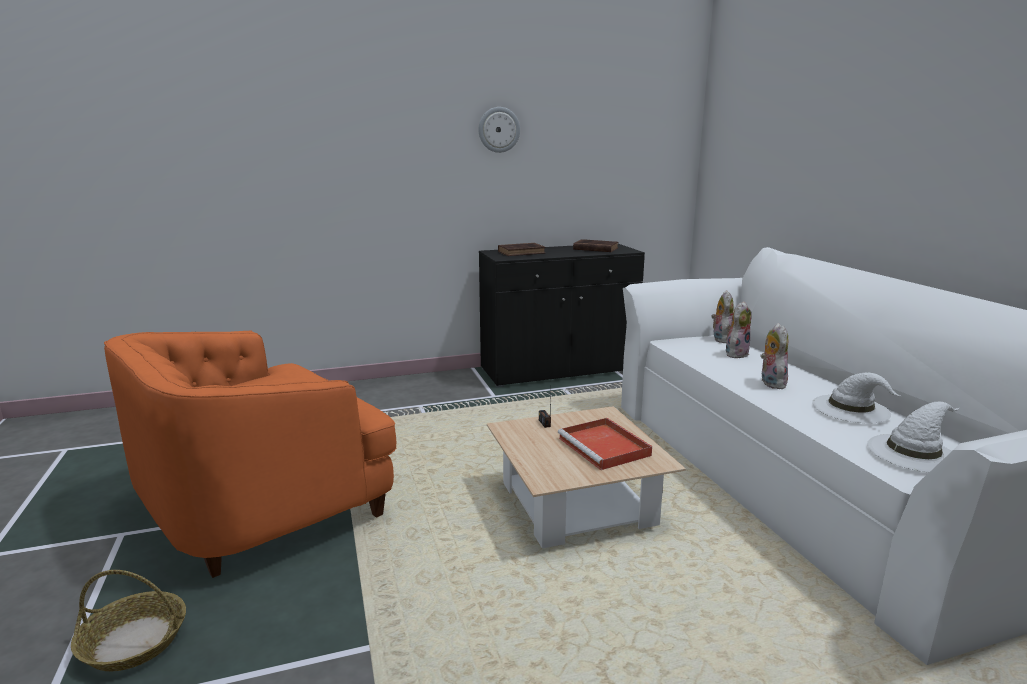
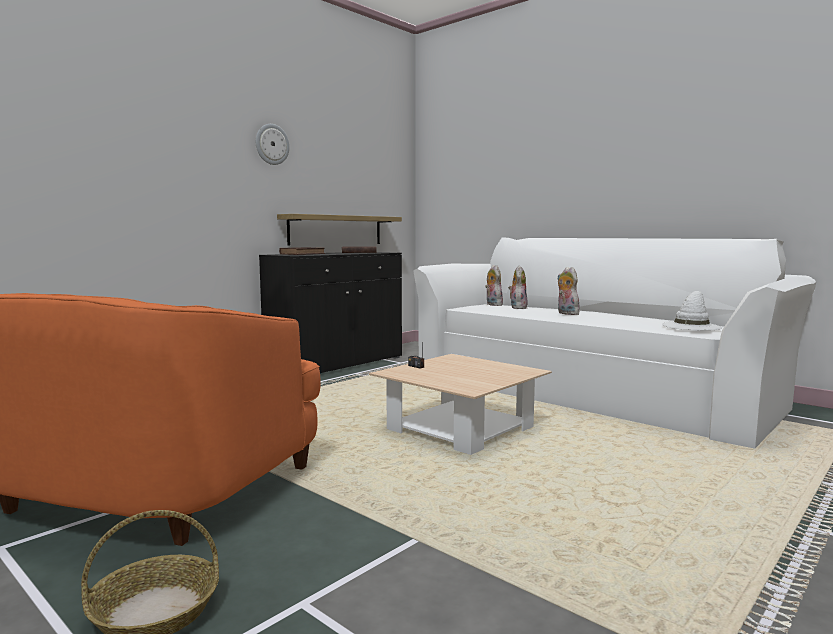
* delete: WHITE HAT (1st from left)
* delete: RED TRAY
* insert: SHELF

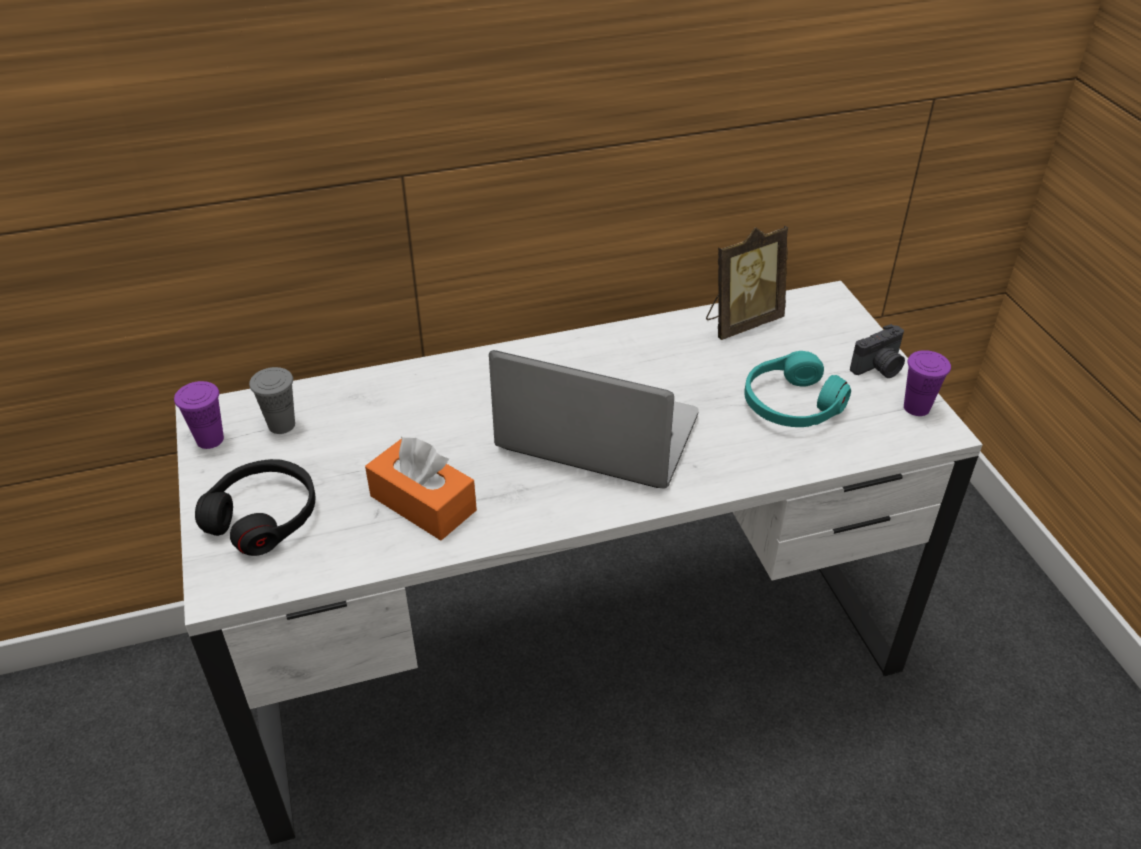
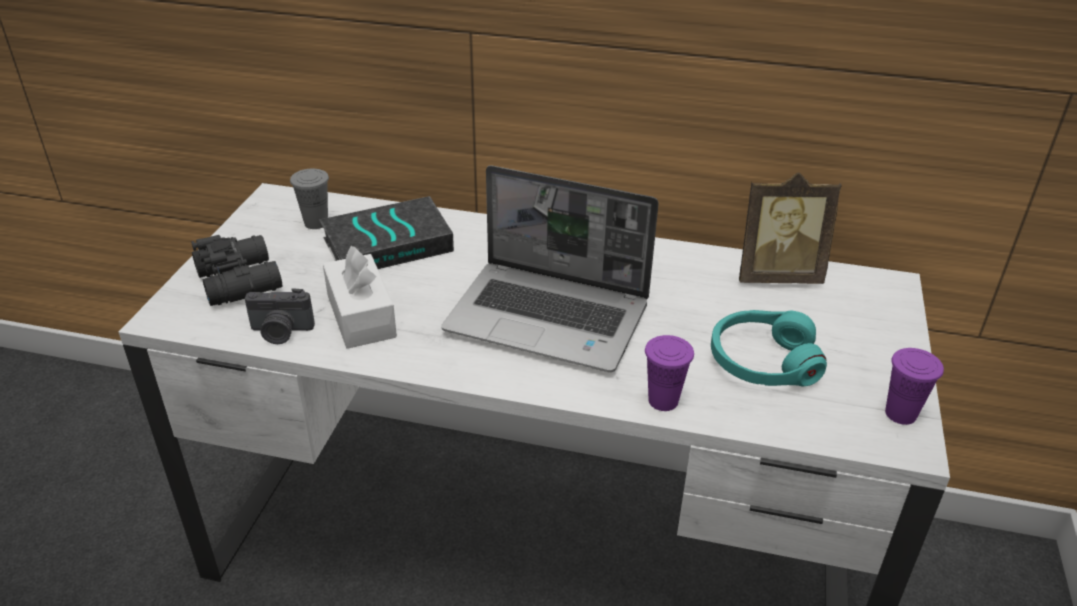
* move: PHOTO CAMERA
* rotate: LAPTOP 150 degrees clockwise
* move: PURPLE CUP (1st from left)
* recolor: ORANGE TISSUE BOX to WHITE TISSUE BOX
* replace: BLACK HEADPHONES to BLACK BINOCULARS
* insert: BOOK

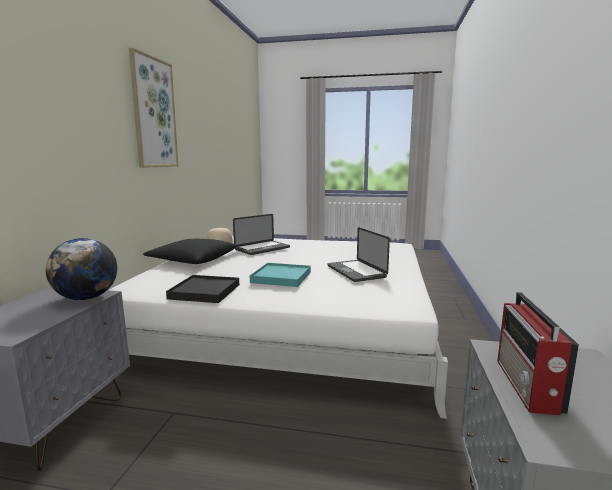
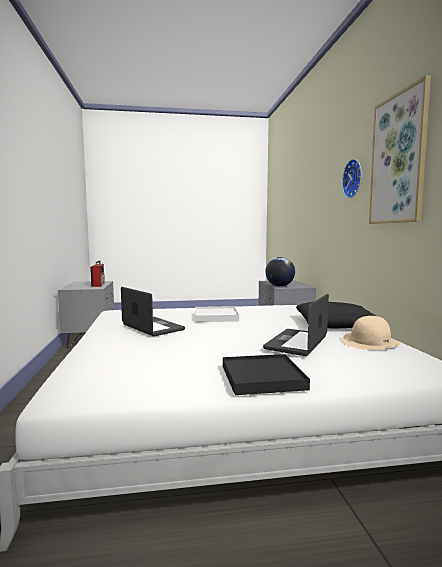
* recolor: TURQUOISE TRAY to WHITE TRAY
* move: BLACK TRAY
* insert: WALL CLOCK

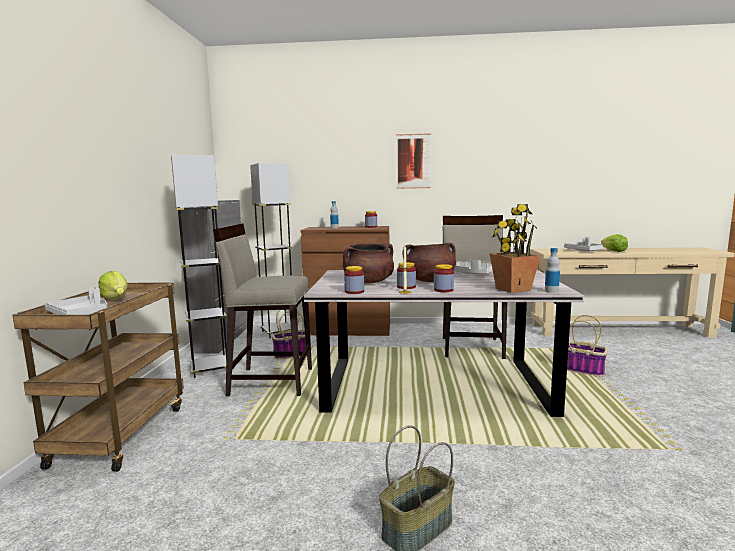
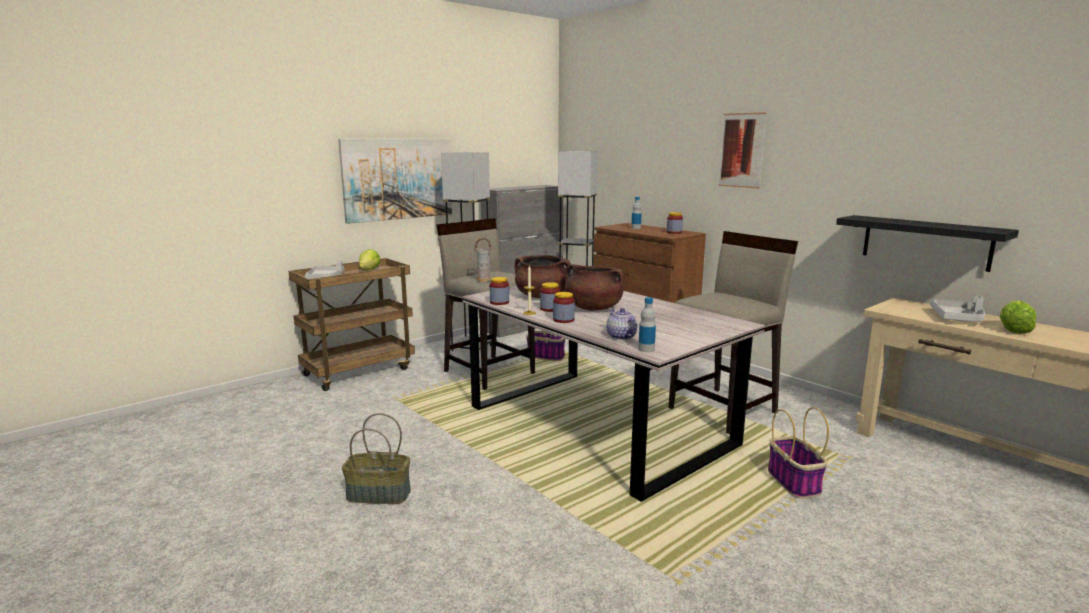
* replace: POTTED PLANT to TEAPOT
* delete: GREY TRAY (2nd from left)
* insert: PICTURE (1st from left)
* insert: BLACK SHELF
* insert: VASE

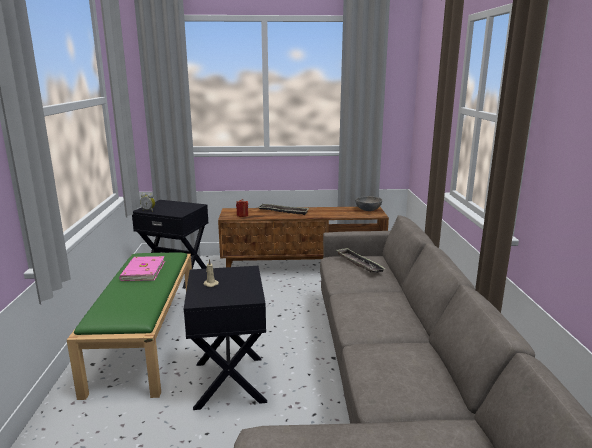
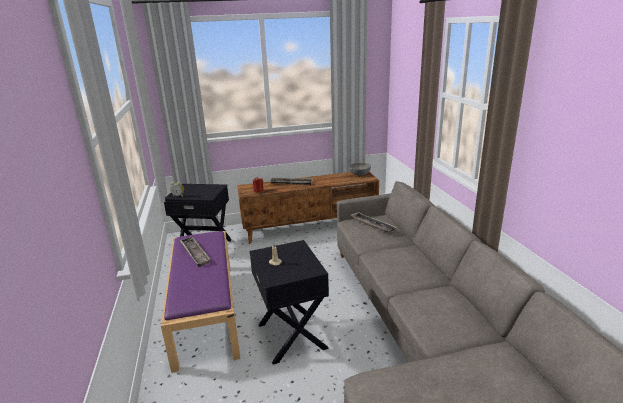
* recolor: GREEN BENCH to PURPLE BENCH
* replace: PINK BOOK to TRAY (1st from left)

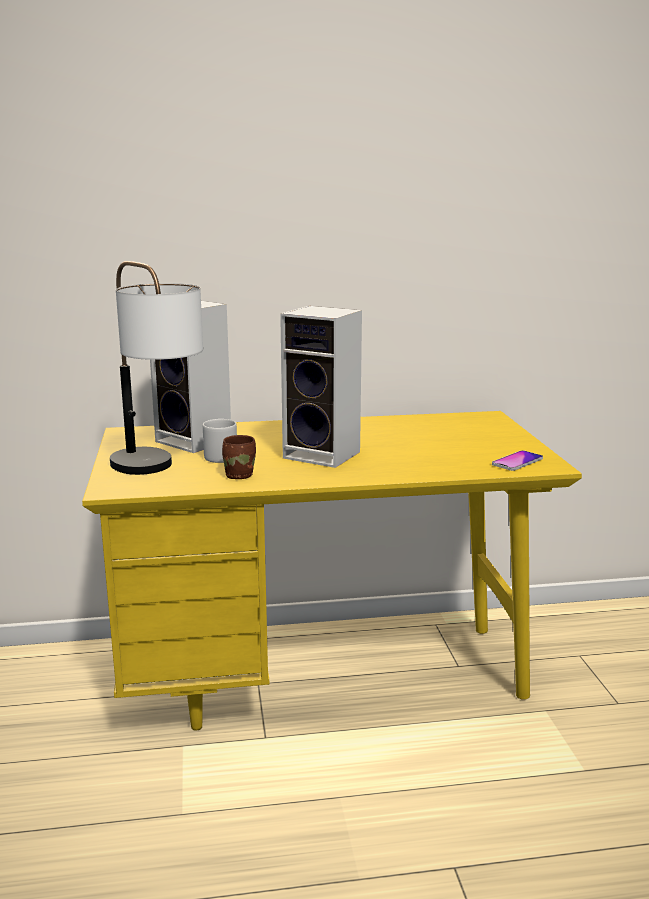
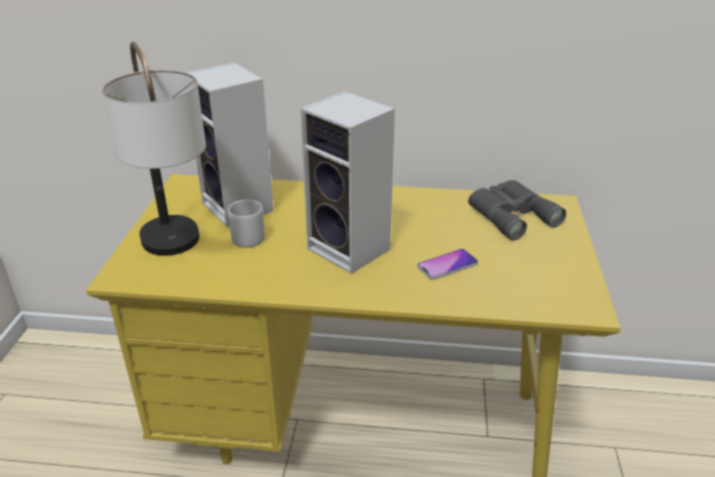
* delete: BROWN MUG
* move: PHONE
* insert: GREY BINOCULARS

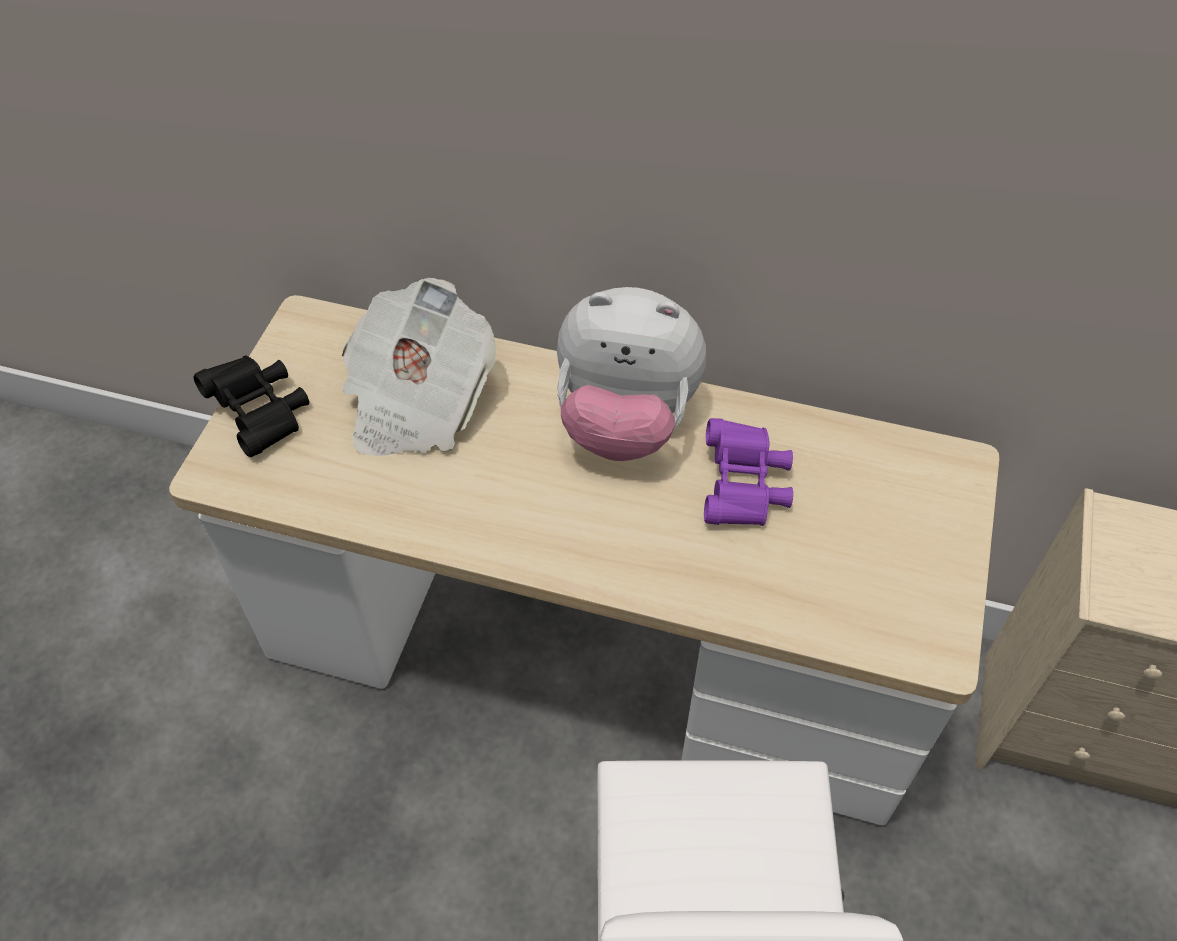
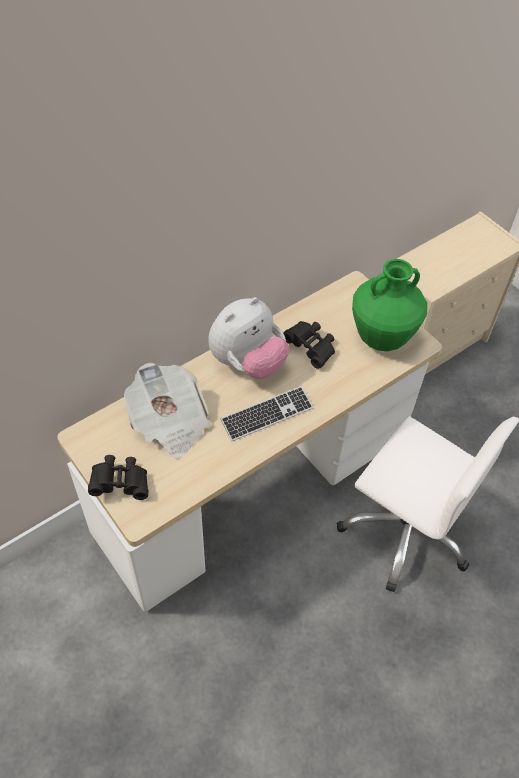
* recolor: PURPLE BINOCULARS to BLACK BINOCULARS (2nd from left)
* insert: GREEN VASE
* insert: KEYBOARD

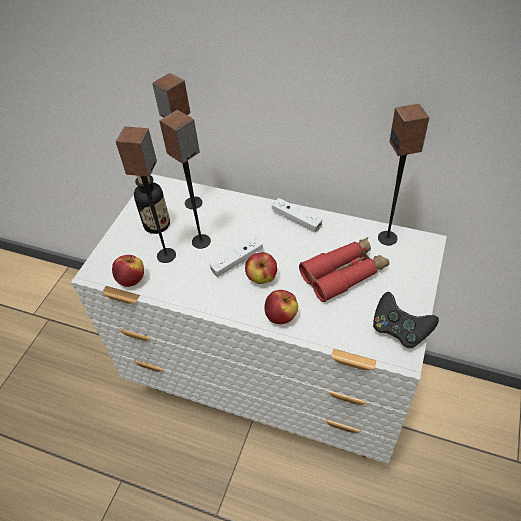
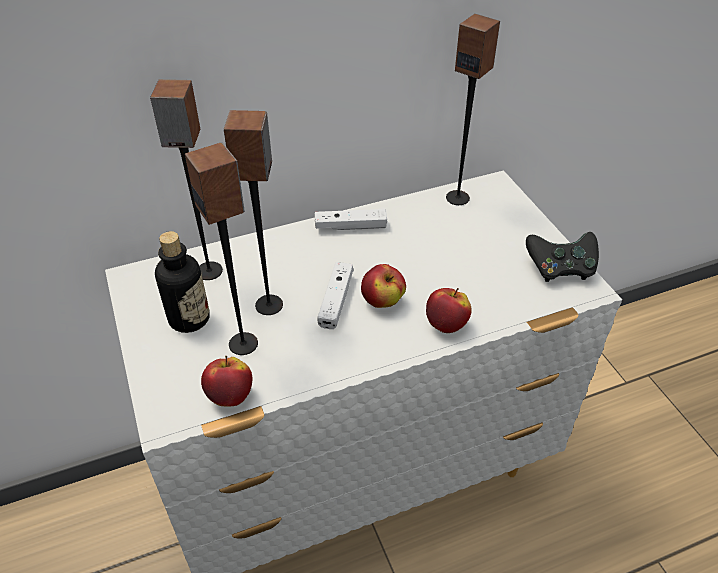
* delete: RED BINOCULARS

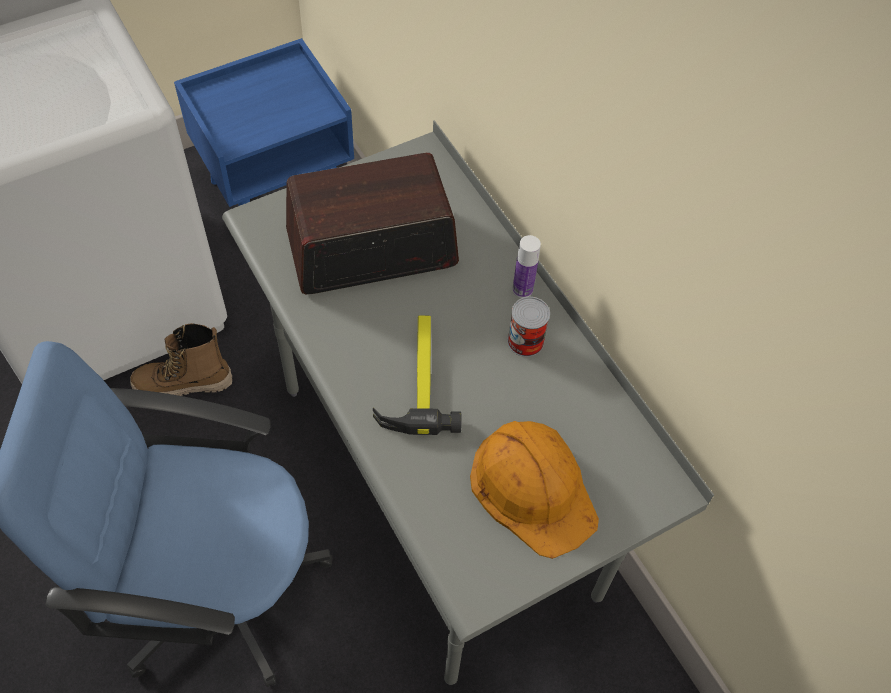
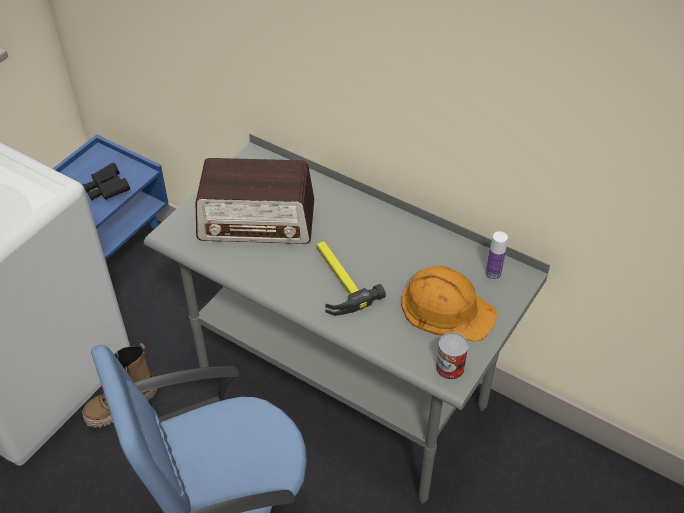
* rotate: RADIO 135 degrees counterclockwise
* move: BOTTLE
* move: CAN
* insert: BLACK BINOCULARS

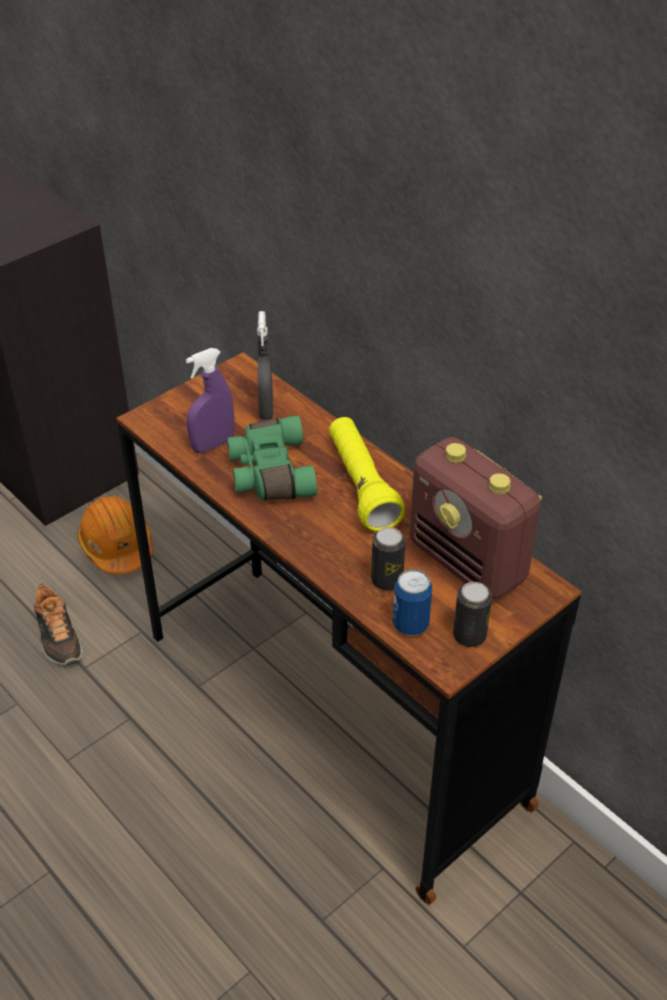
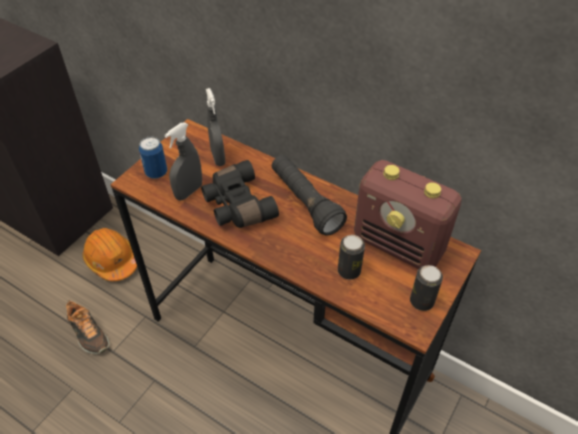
* recolor: PURPLE SPRAY BOTTLE to GREY SPRAY BOTTLE (1st from left)
* recolor: GREEN BINOCULARS to BLACK BINOCULARS
* recolor: YELLOW FLASHLIGHT to BLACK FLASHLIGHT
* move: CAN (2nd from left in the first image) to CAN (1st from left)

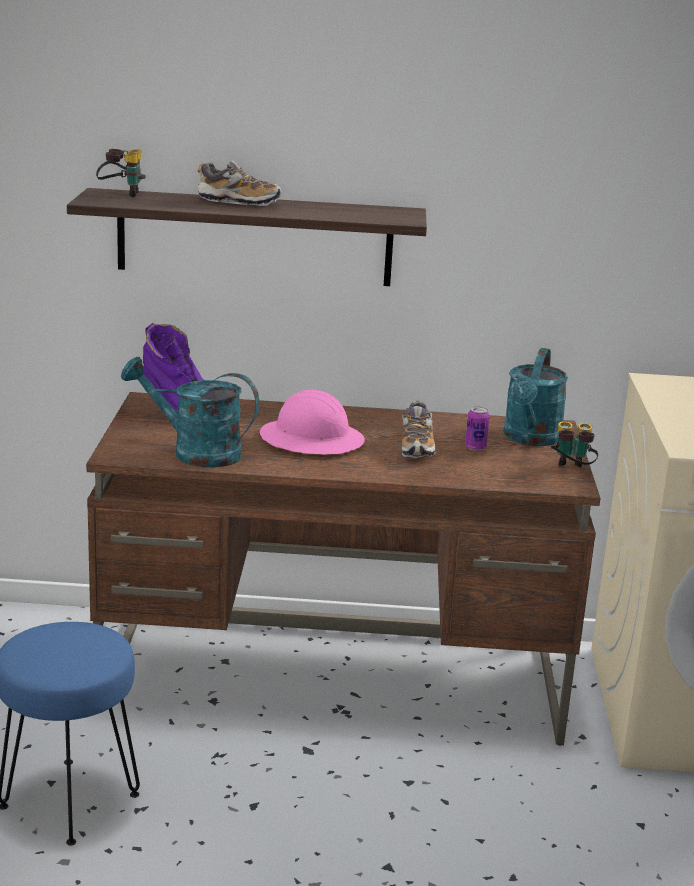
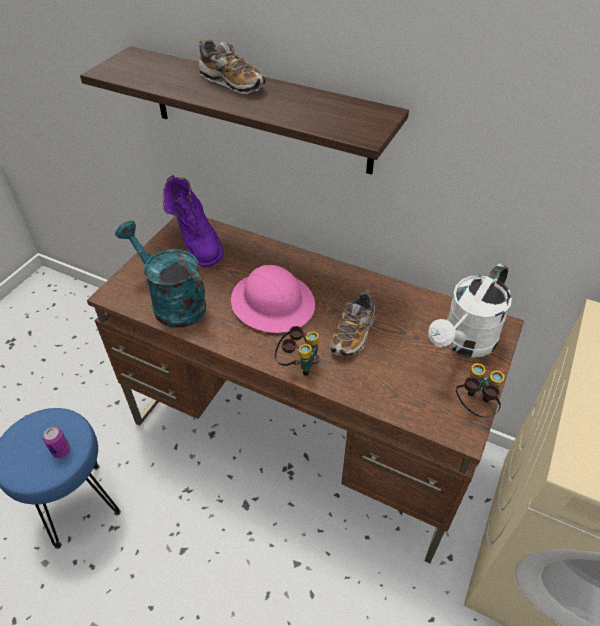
* move: BINOCULARS (1st from left)
* recolor: TURQUOISE WATERING CAN (2nd from left) to WHITE WATERING CAN
* move: CAN

